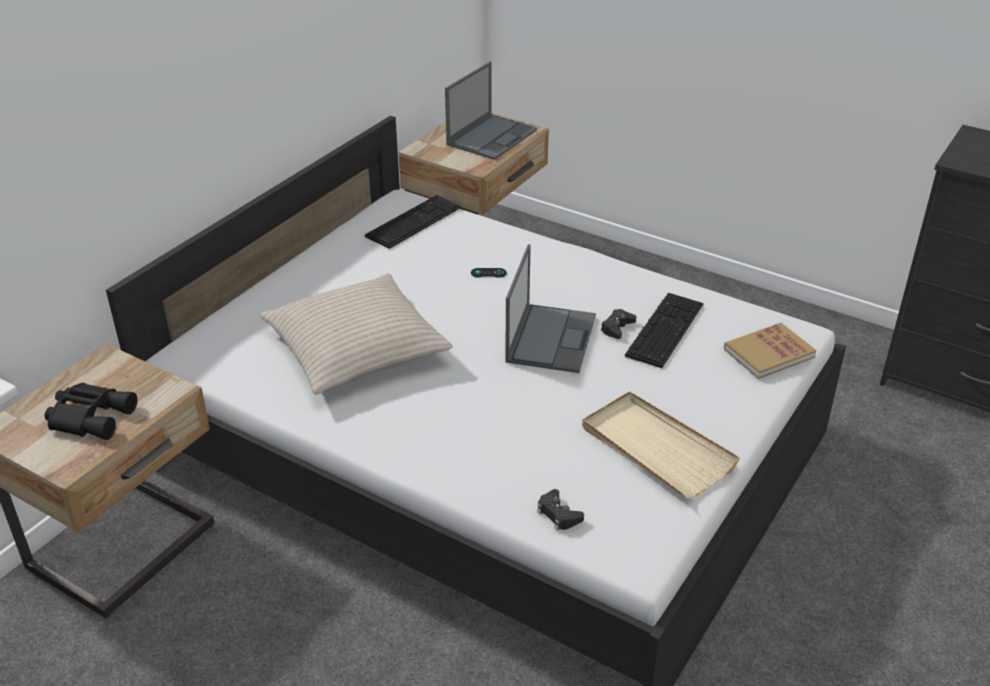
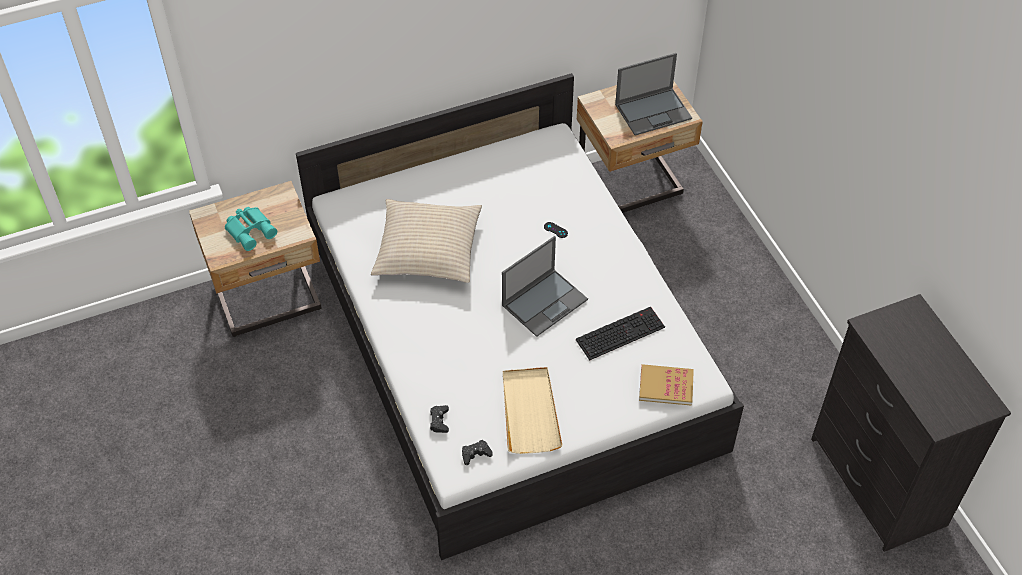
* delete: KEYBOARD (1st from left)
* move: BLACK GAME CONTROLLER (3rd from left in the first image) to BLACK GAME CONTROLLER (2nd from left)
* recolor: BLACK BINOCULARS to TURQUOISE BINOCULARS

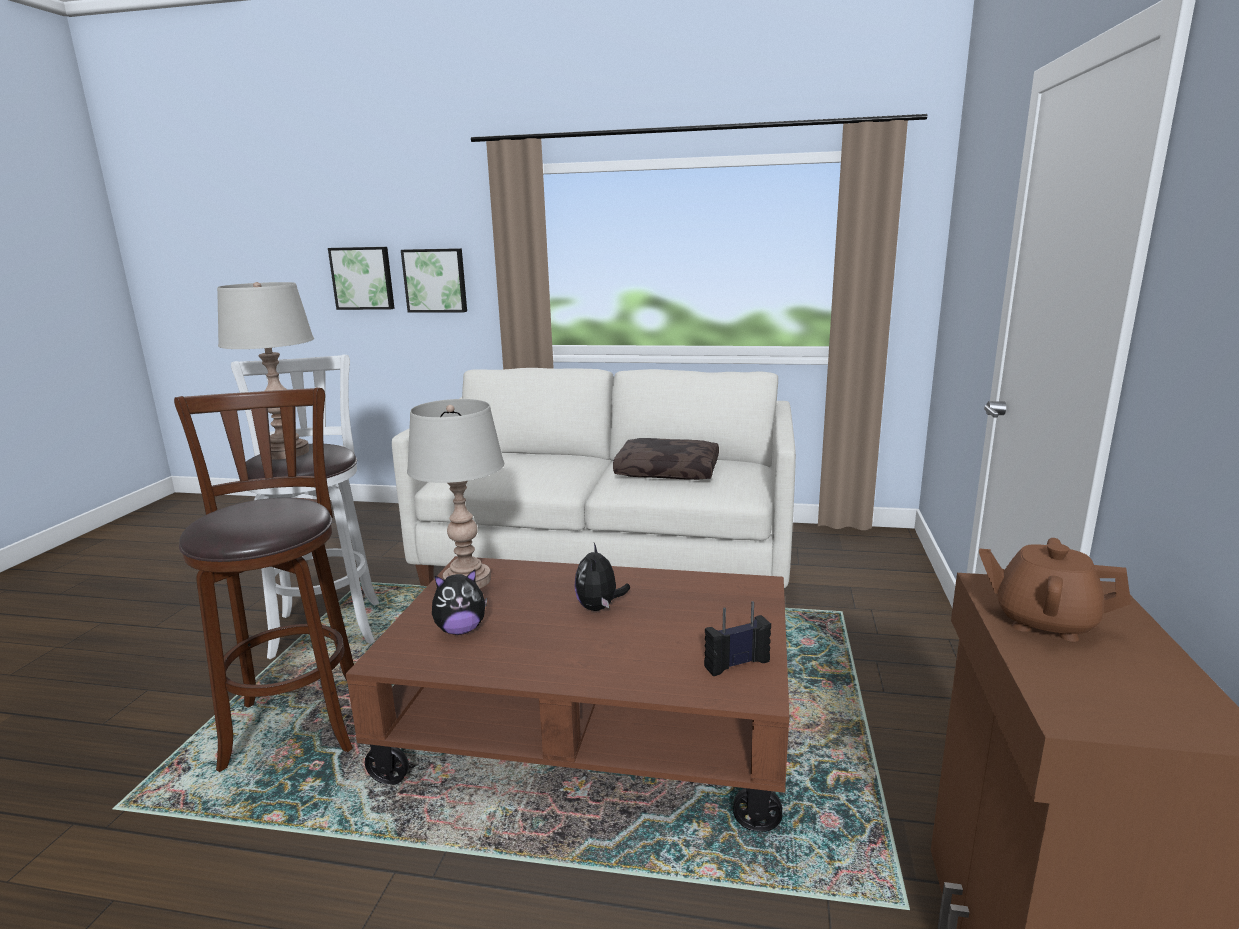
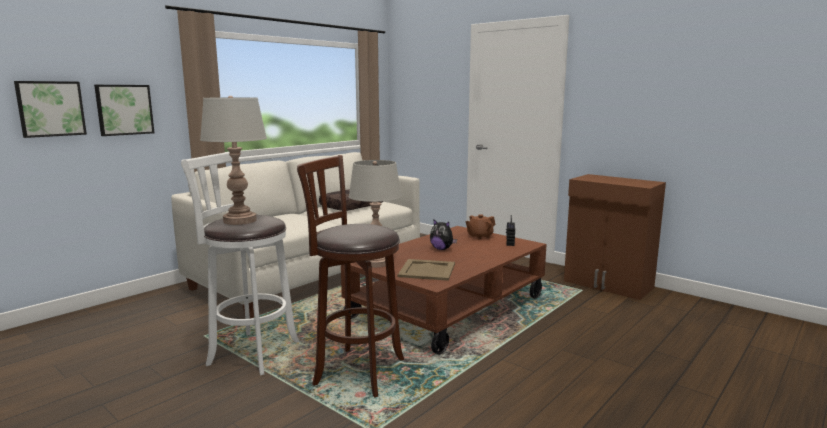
* move: BROWN TEAPOT
* replace: PLUSH TOY (1st from left) to BEIGE TRAY

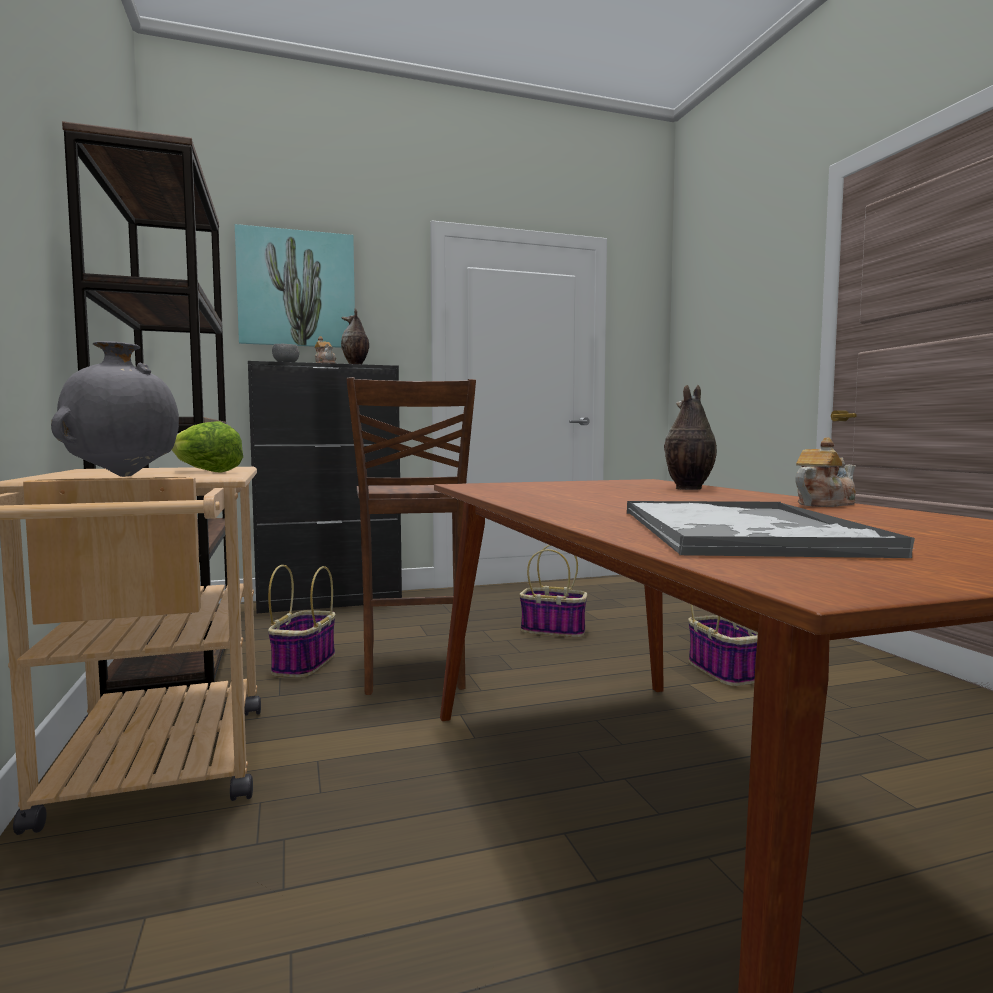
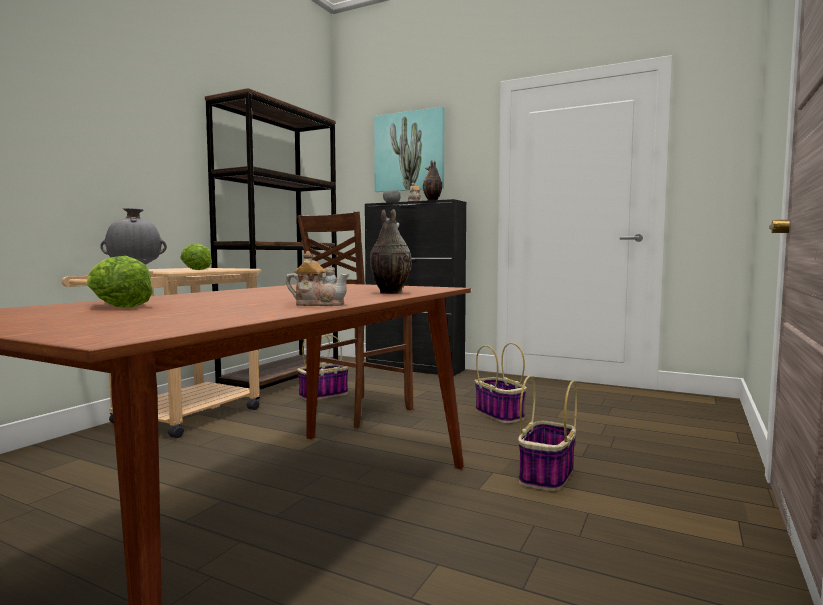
* replace: TRAY to LETTUCE (1st from left)

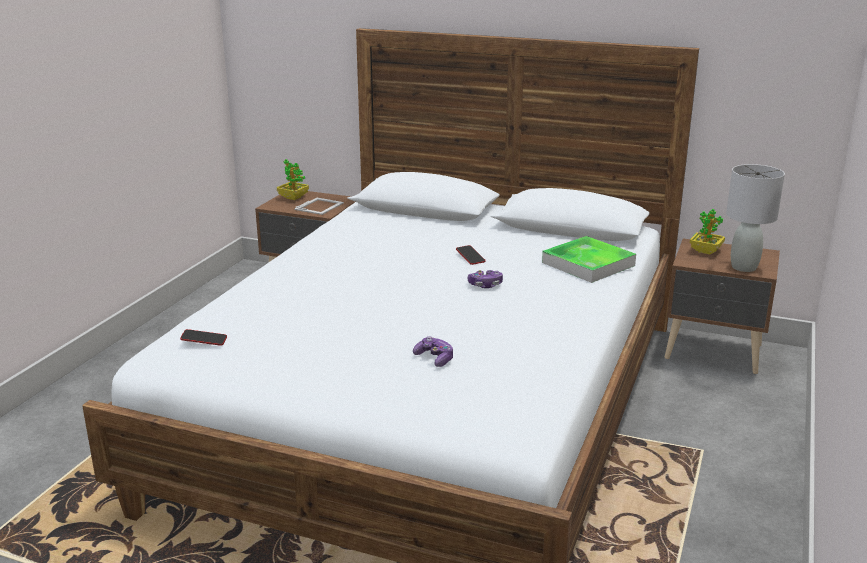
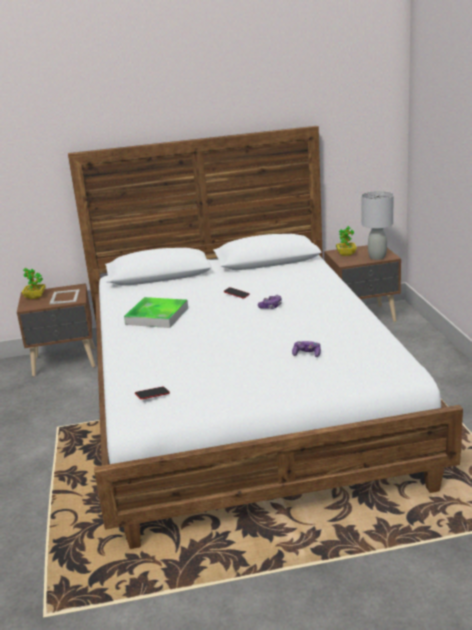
* move: TRAY

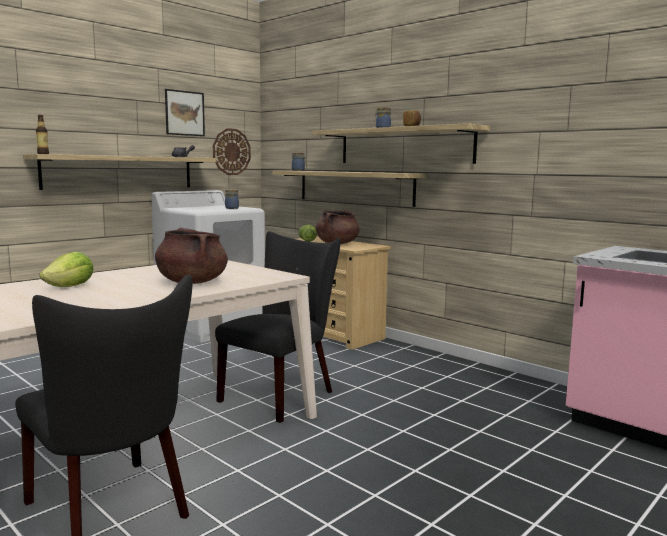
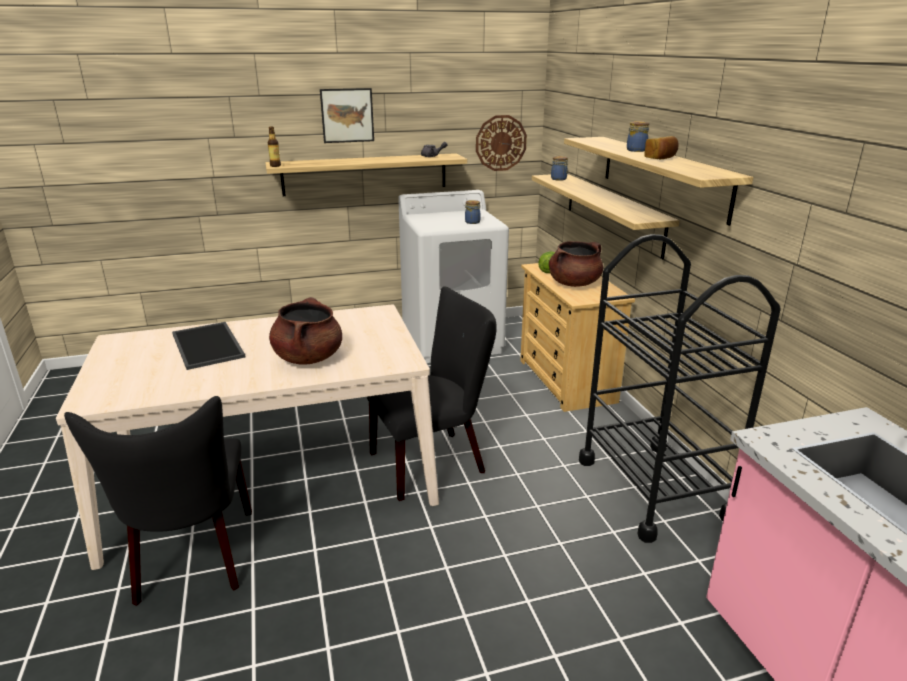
* move: PICTURE
* replace: LETTUCE (1st from left) to TRAY
* insert: BLACK CART

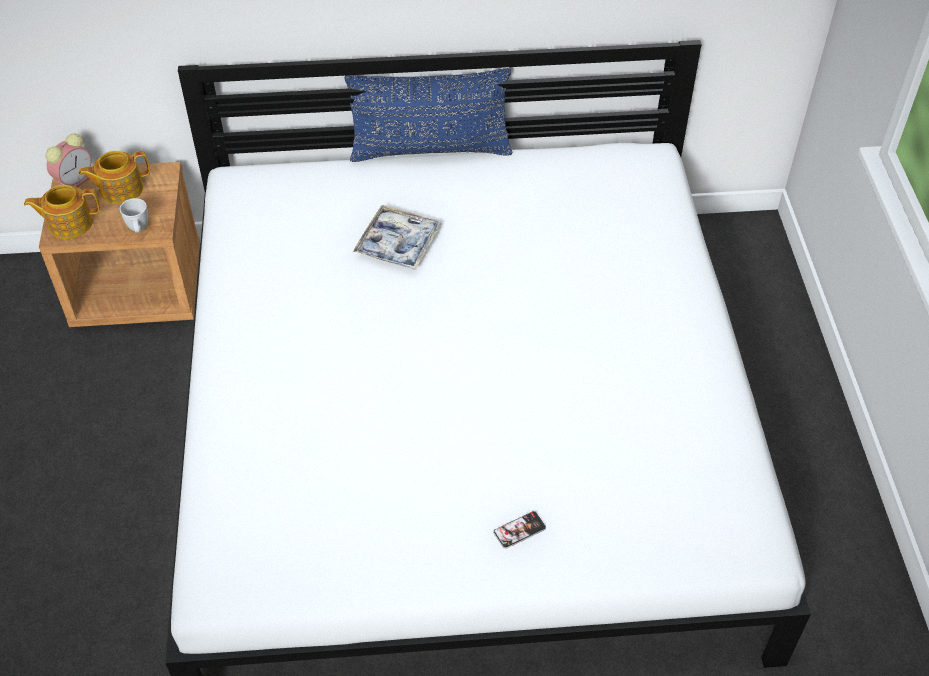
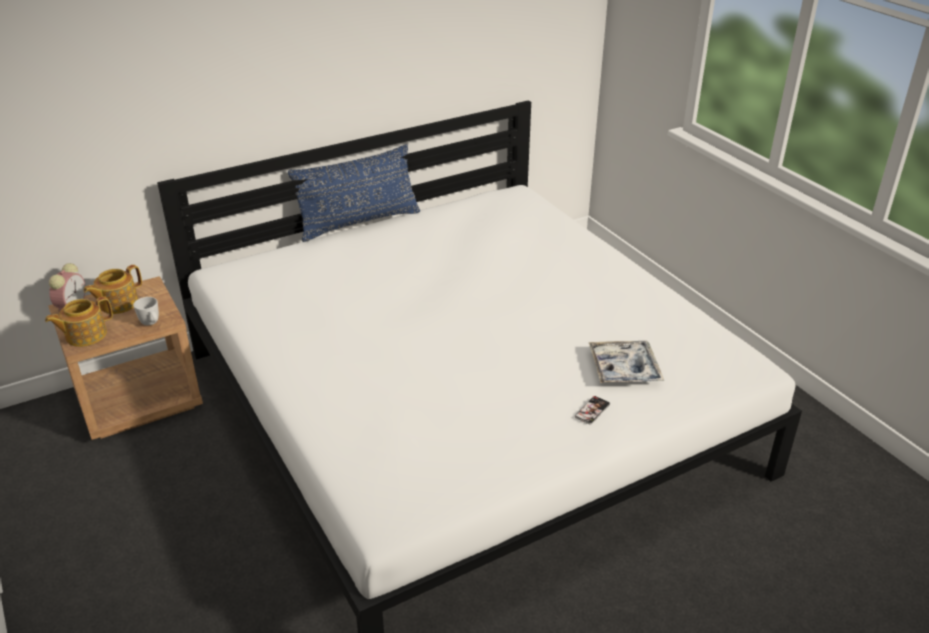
* move: TRAY

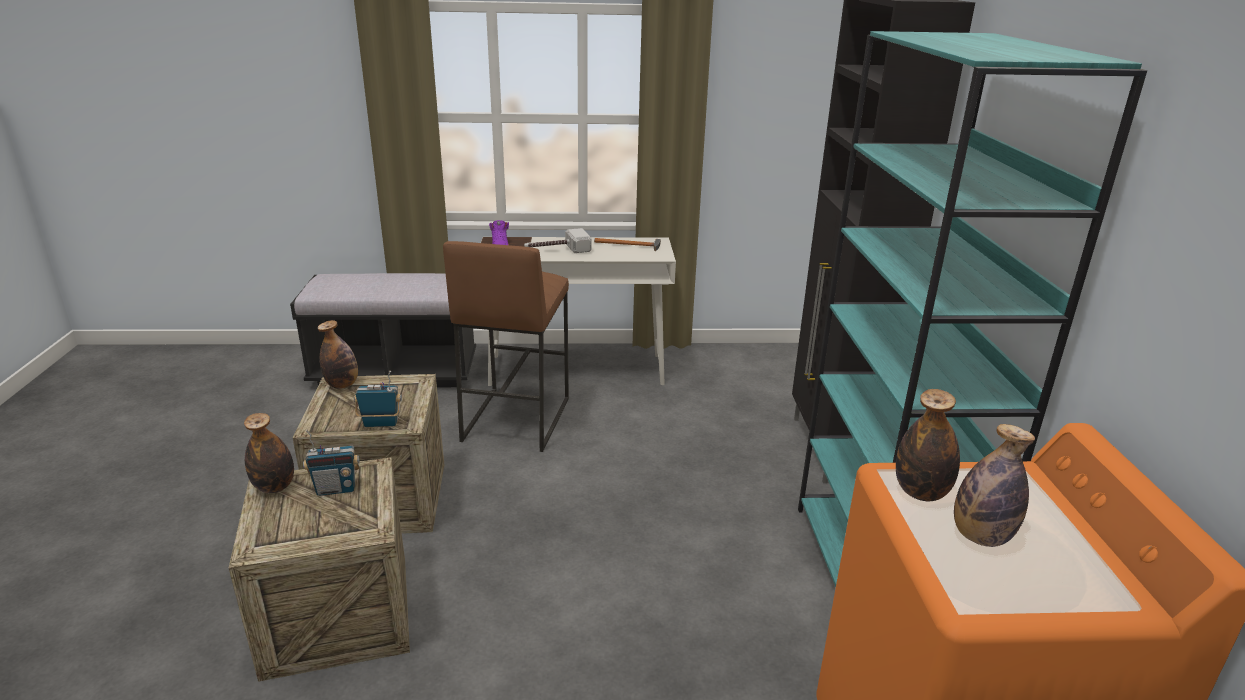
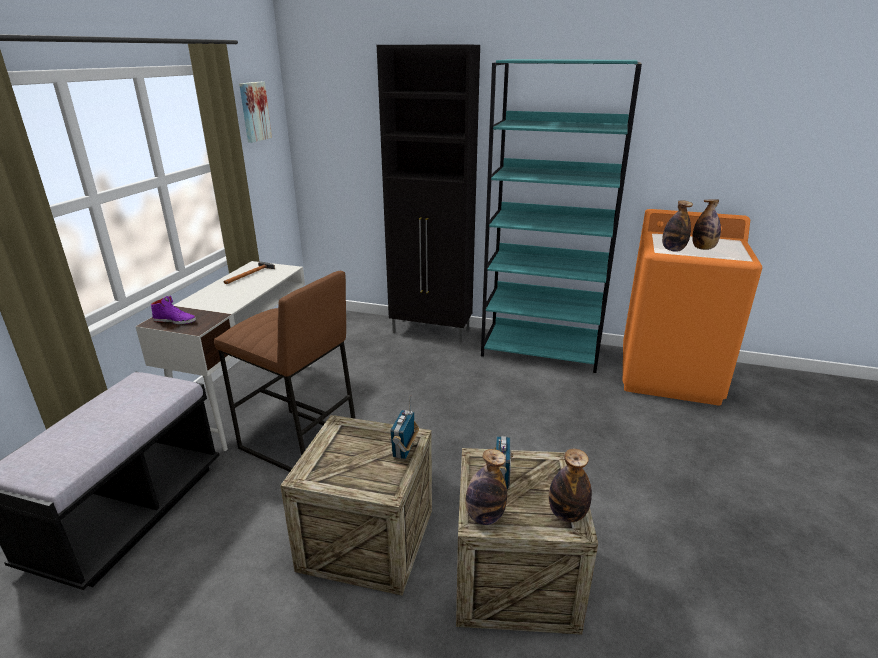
* delete: HAMMER (1st from left)
* move: BOTTLE (2nd from left)
* insert: PICTURE

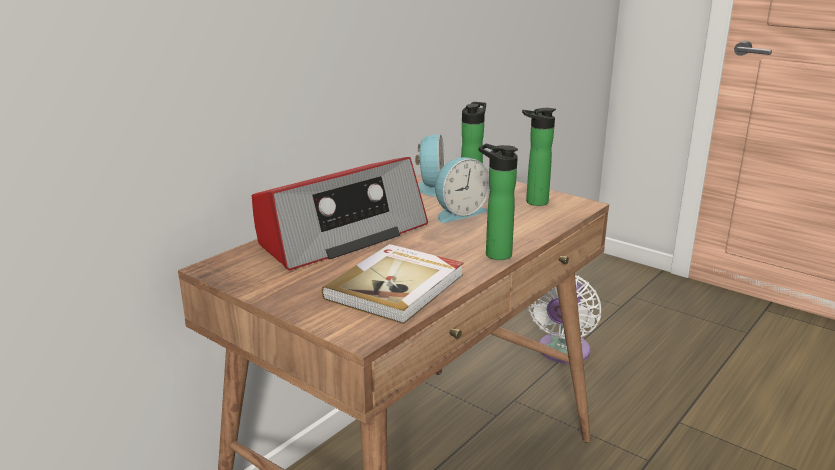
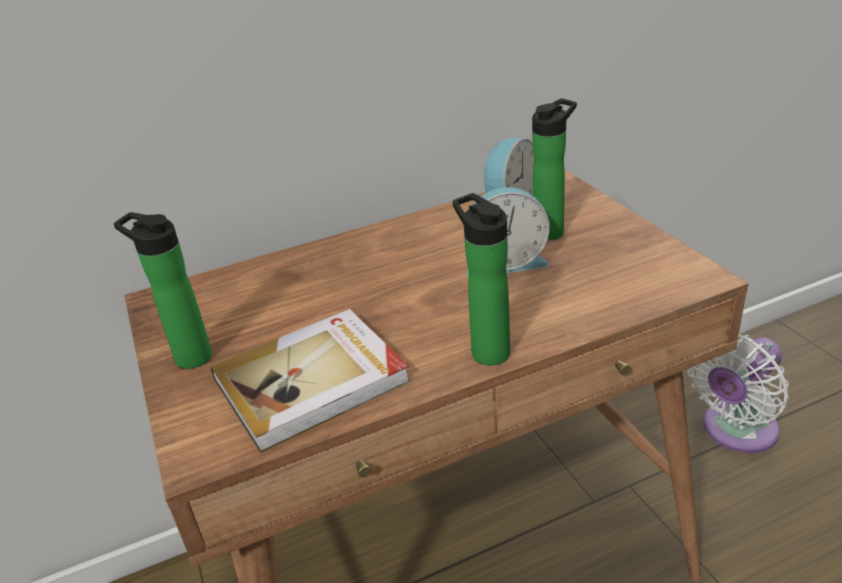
* move: BOTTLE (3rd from left in the first image) to BOTTLE (1st from left)
* delete: RADIO

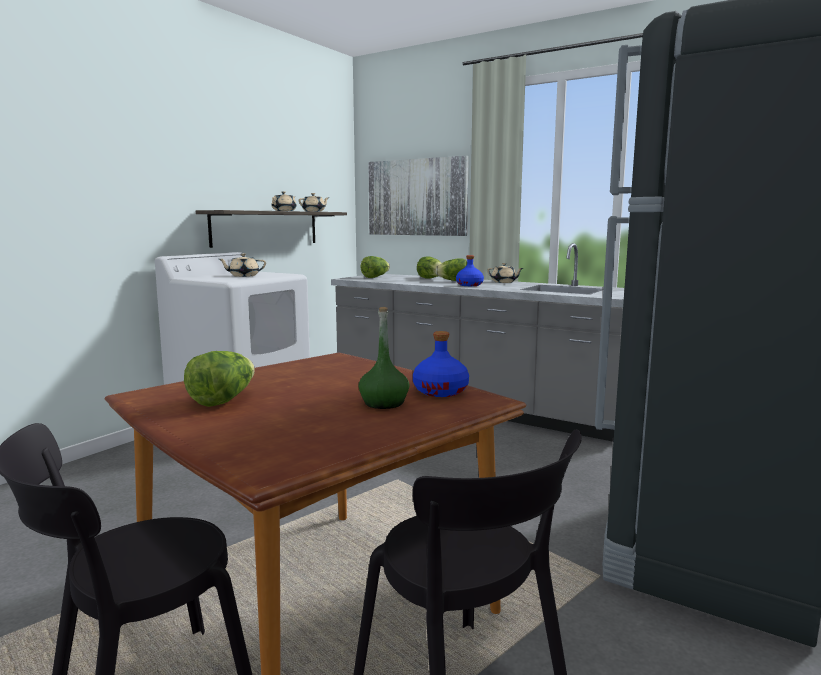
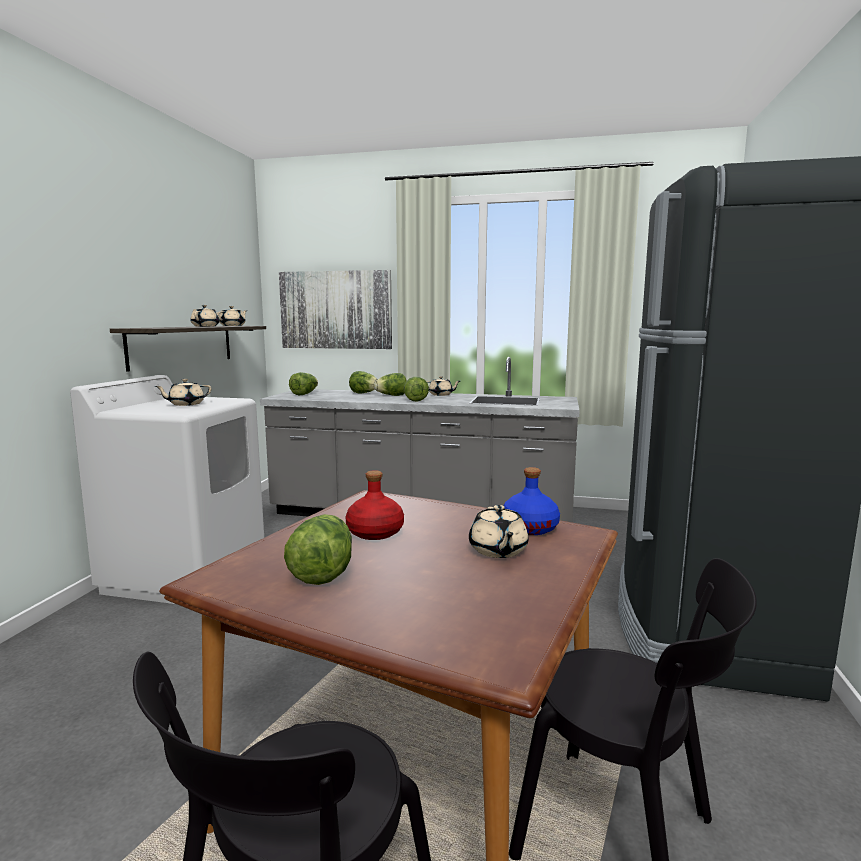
* replace: BLUE BOTTLE (2nd from left) to LETTUCE (5th from left)
* replace: GREEN BOTTLE to BEIGE TEAPOT (5th from left)
* insert: RED BOTTLE

